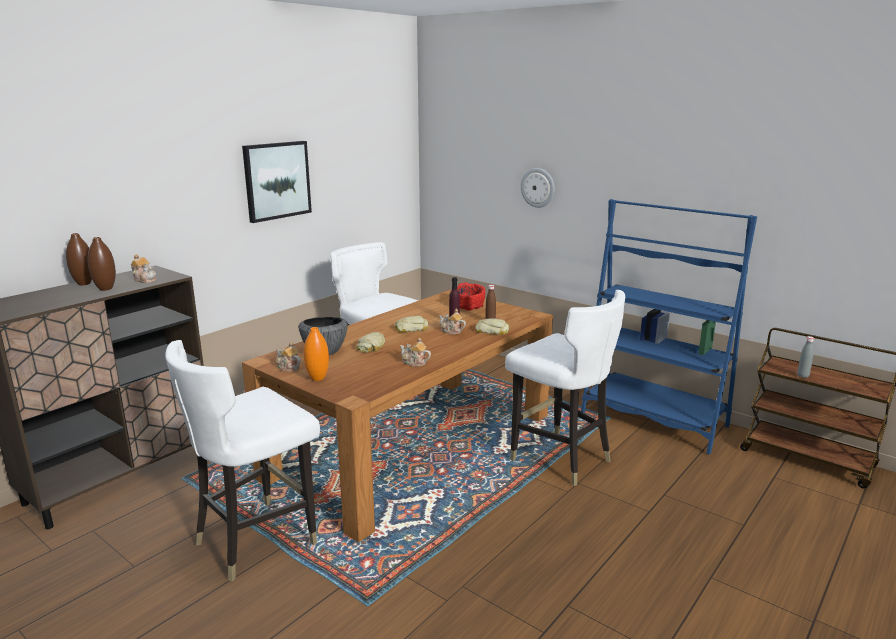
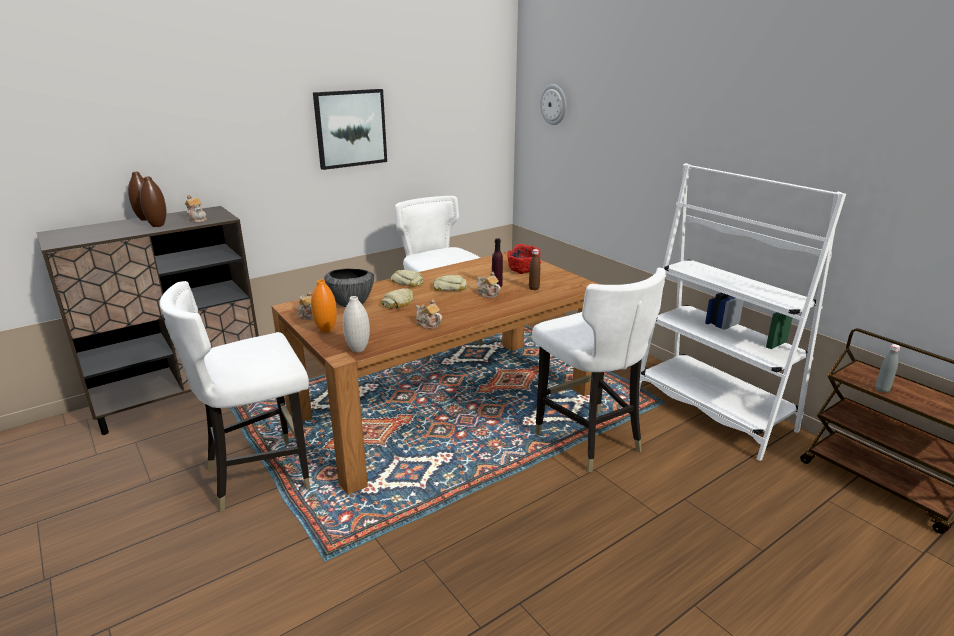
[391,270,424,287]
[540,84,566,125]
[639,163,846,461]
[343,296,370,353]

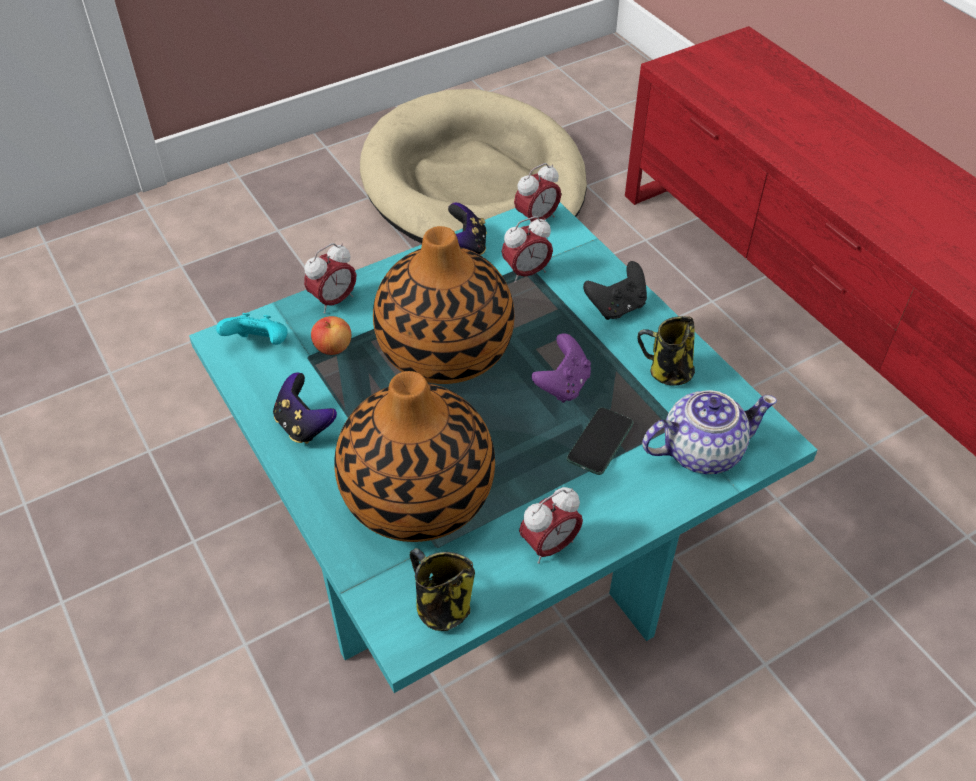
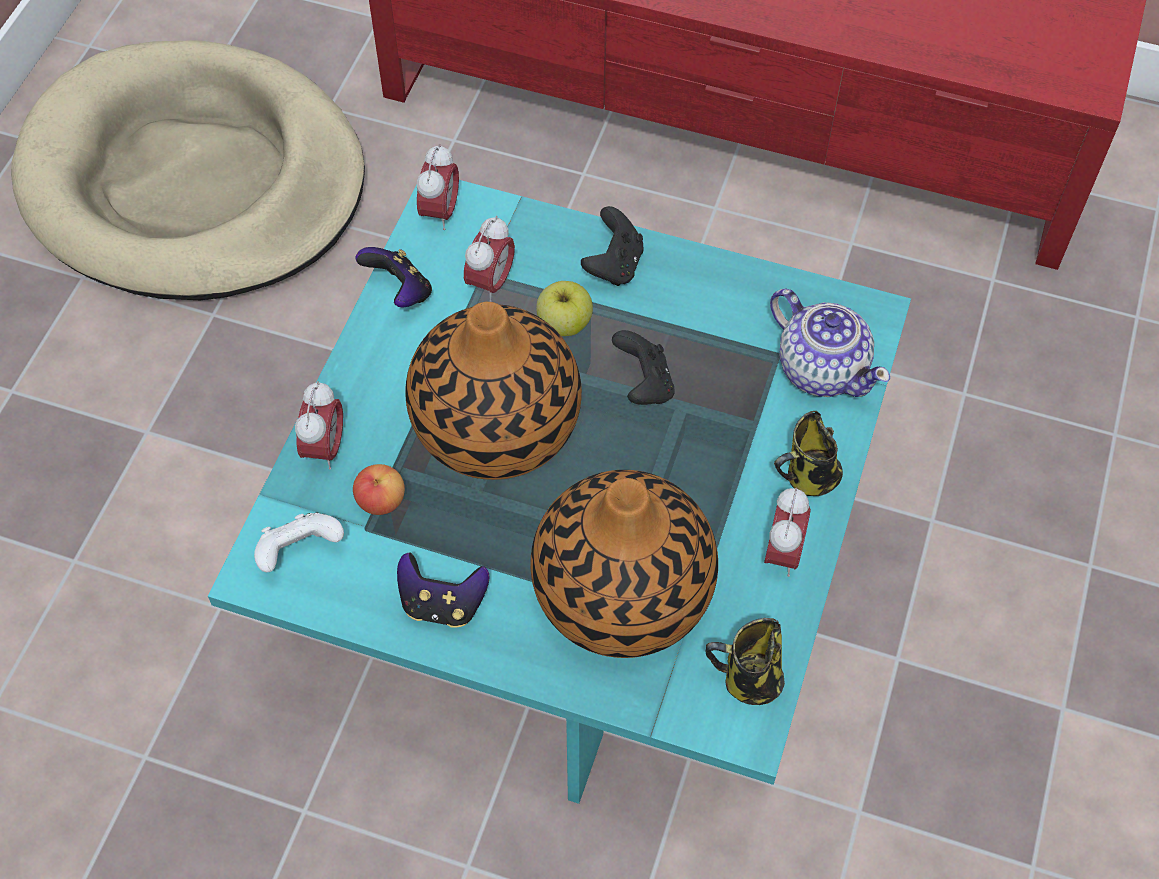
[254,513,344,572]
[612,330,675,405]
[567,407,633,475] (first image)
[774,411,843,496]
[770,289,890,397]
[536,281,593,336]

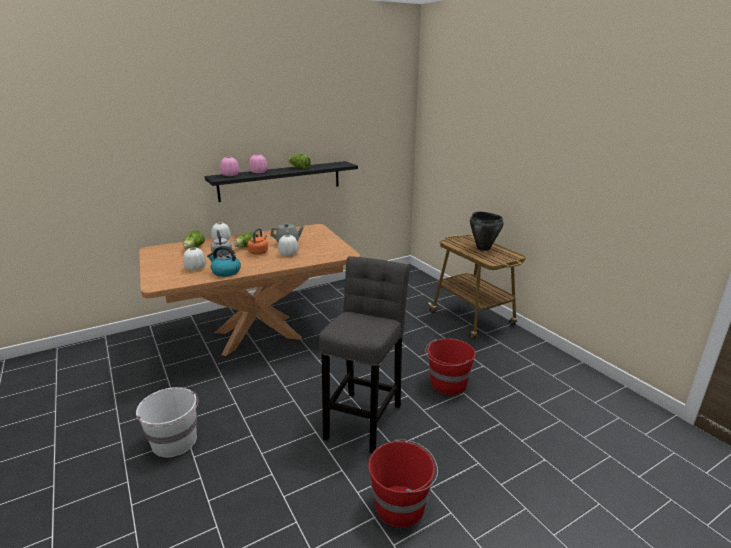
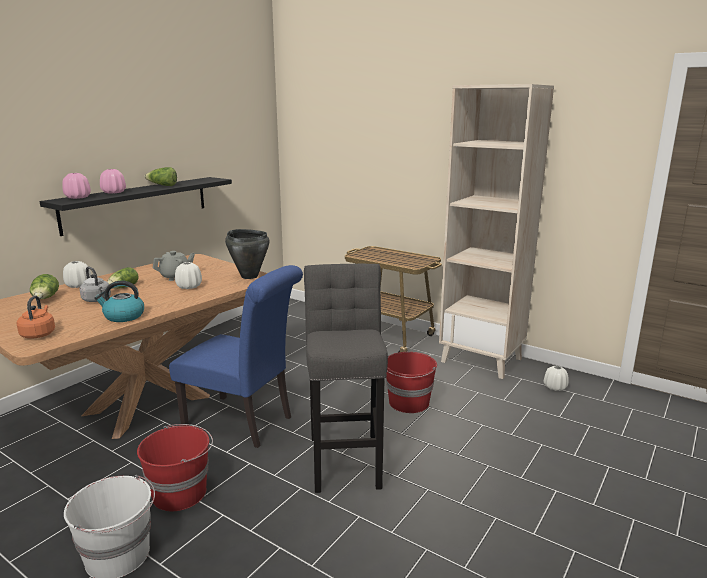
[544,366,569,391]
[16,296,55,339]
[137,424,213,511]
[225,229,270,279]
[169,265,303,448]
[439,84,554,379]

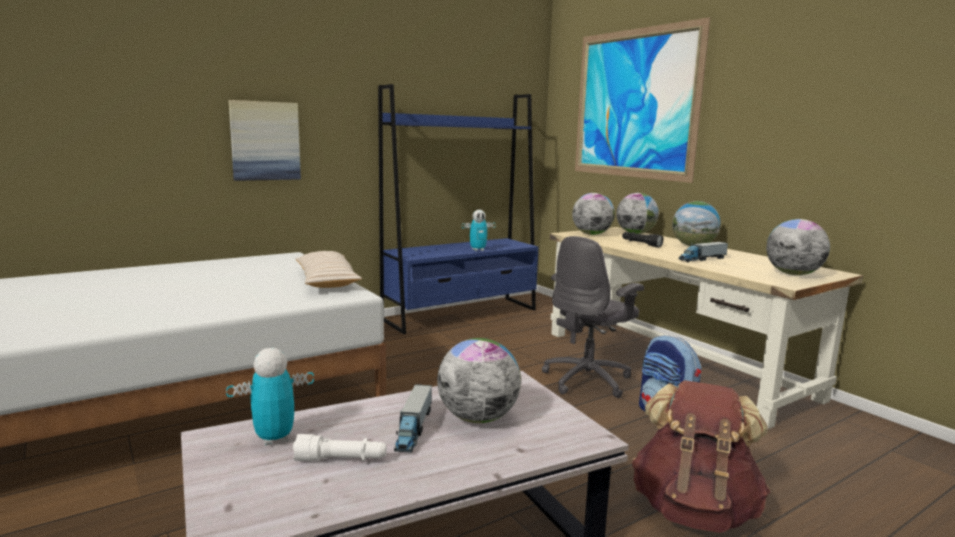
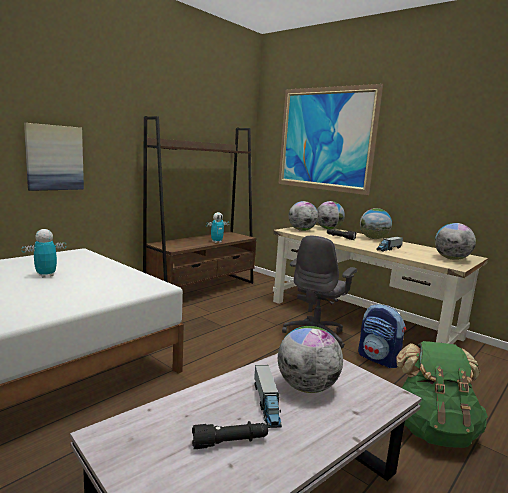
[22,229,66,278]
[192,421,268,449]
[296,251,362,288] (first image)
[143,116,256,287]
[396,341,488,448]

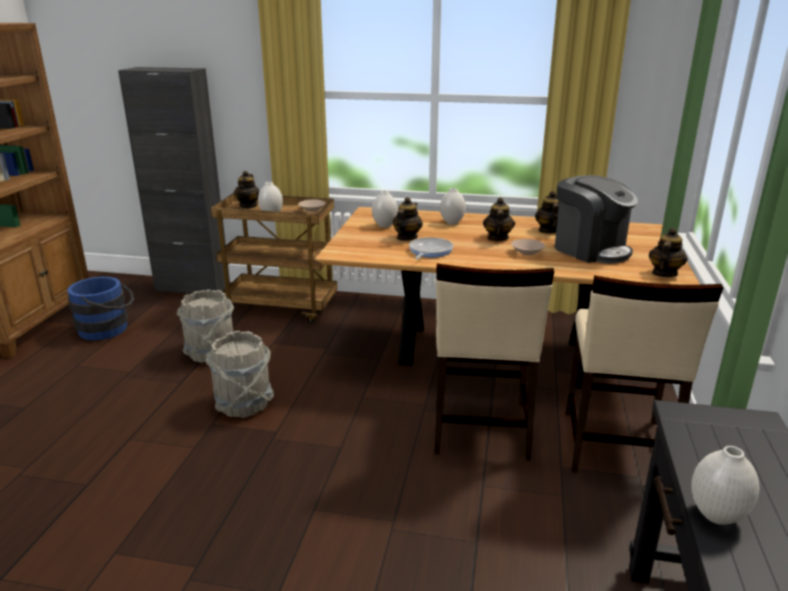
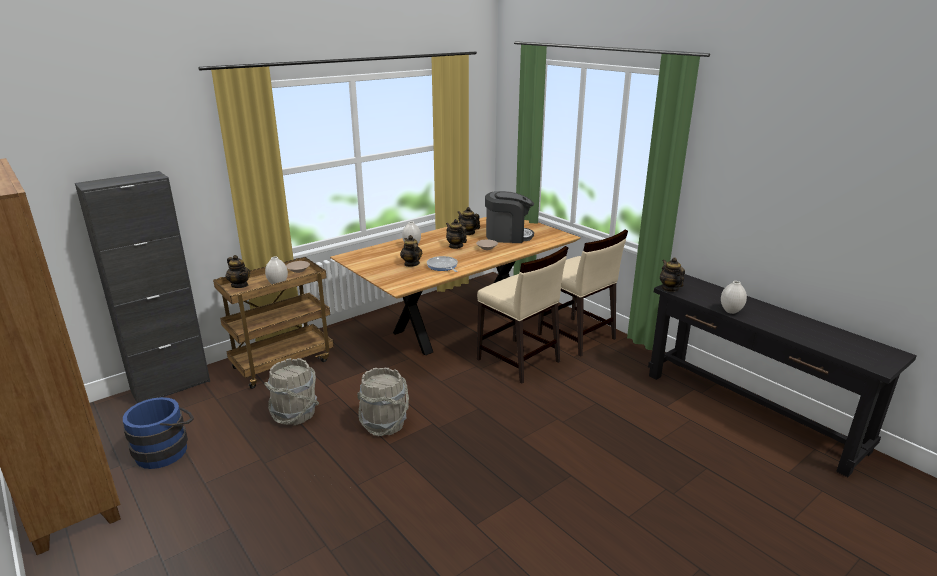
[372,190,398,228] (first image)
[660,257,685,292]

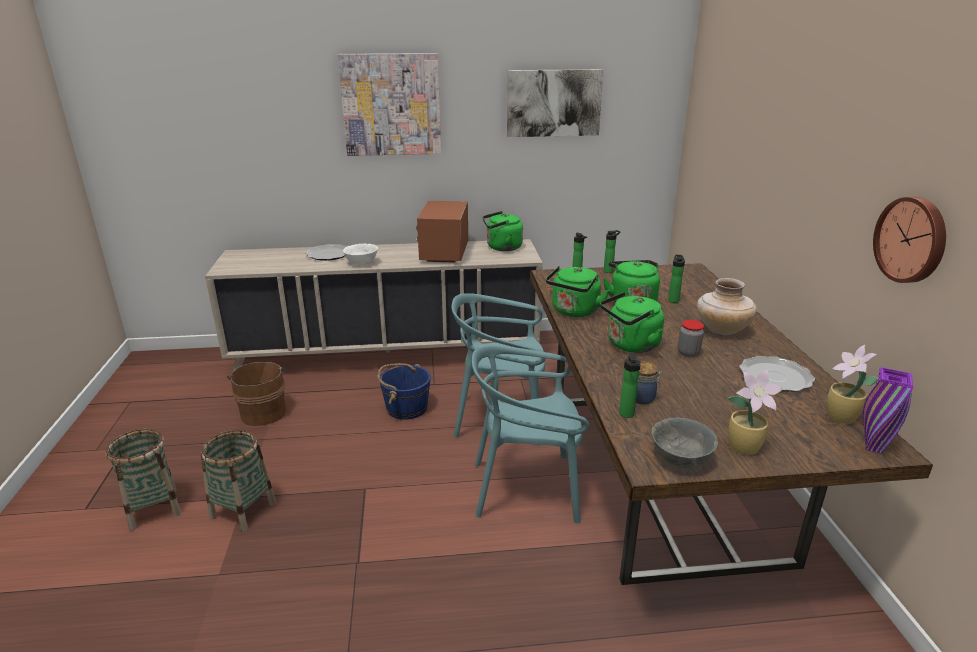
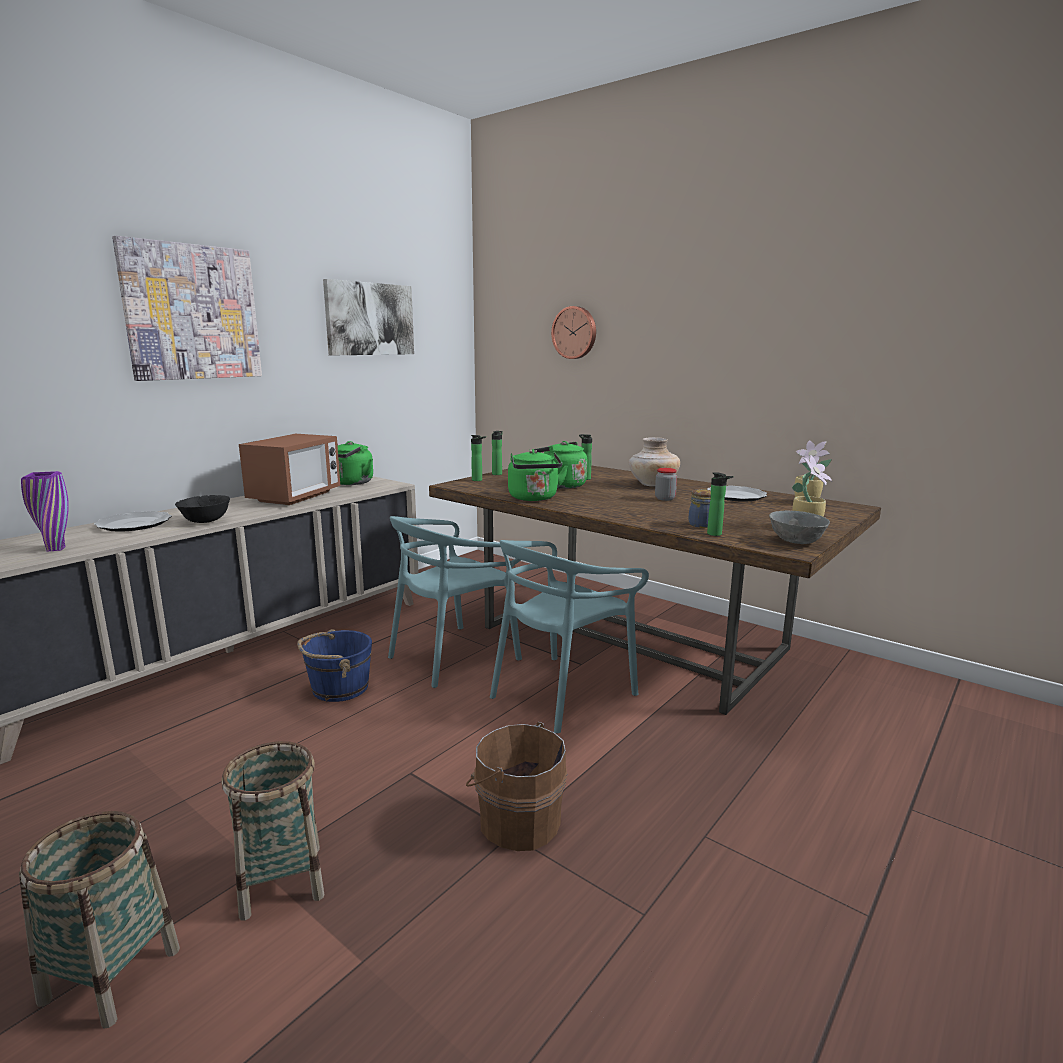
[466,722,567,851]
[175,495,230,523]
[239,434,340,505]
[600,292,664,353] (first image)
[21,471,69,552]
[551,306,596,359]

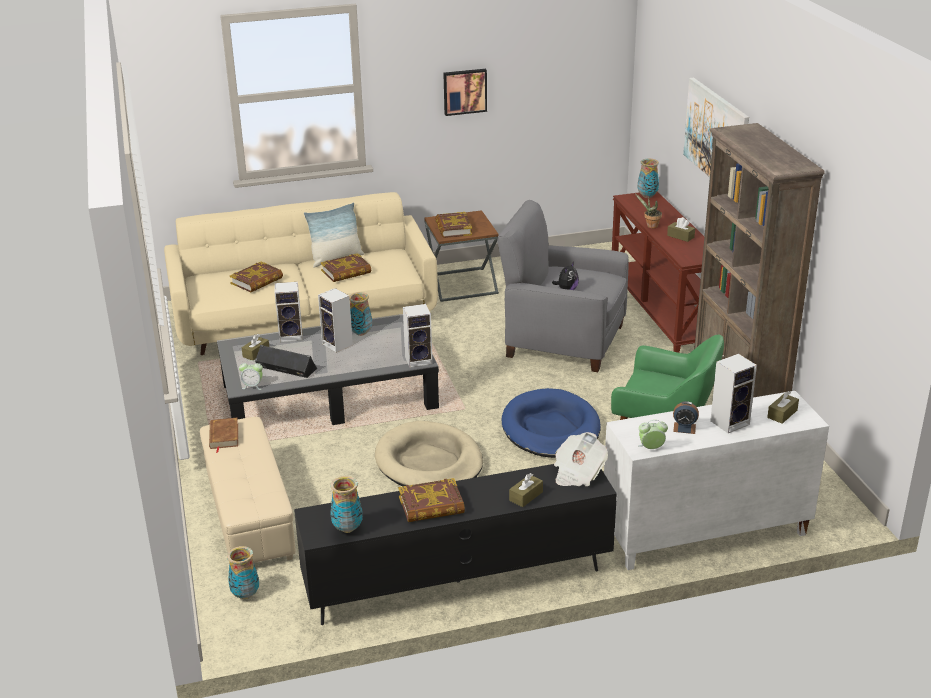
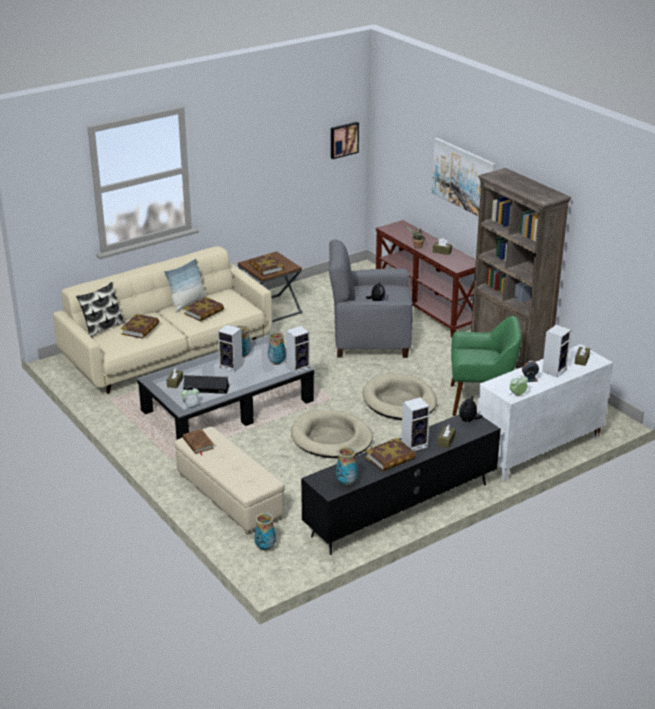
[401,397,430,451]
[331,122,359,159]
[363,373,437,420]
[459,397,483,422]
[268,332,286,365]
[76,282,125,337]

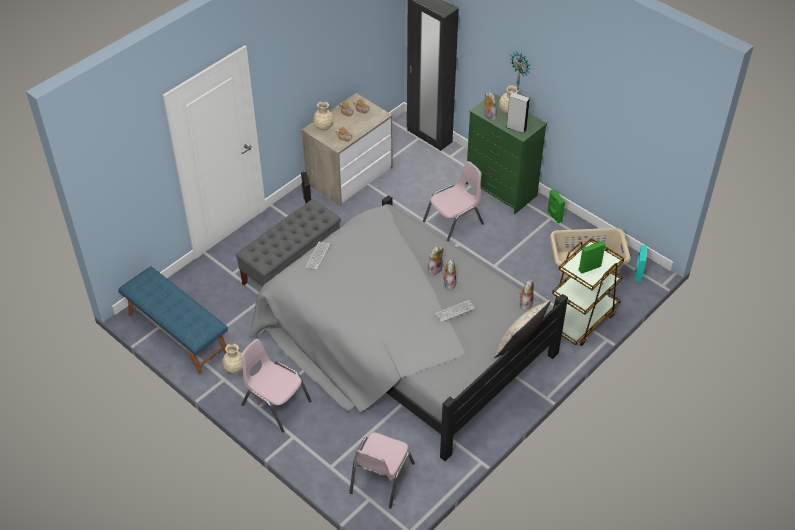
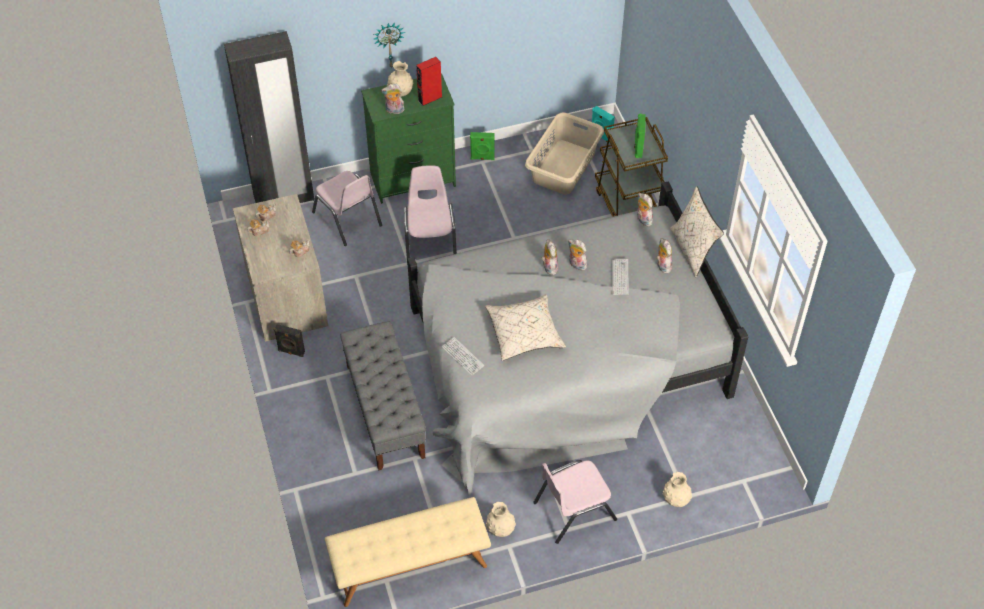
[325,497,491,607]
[663,472,692,507]
[312,171,382,246]
[416,57,442,106]
[485,294,566,361]
[656,238,672,273]

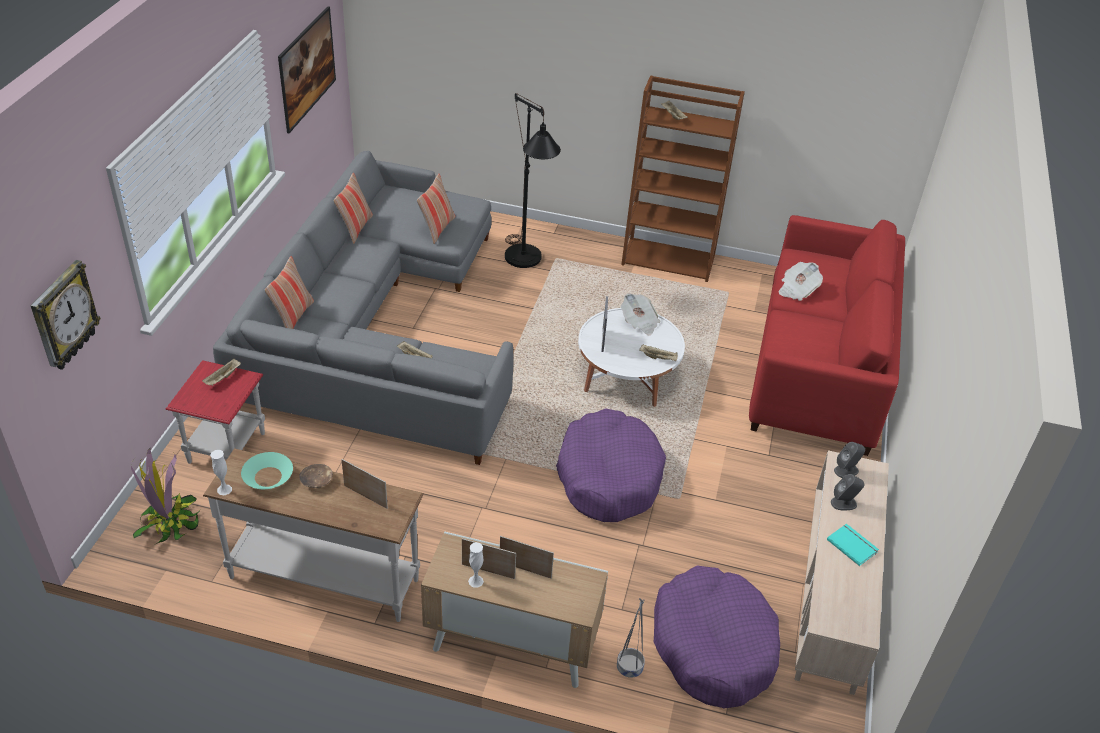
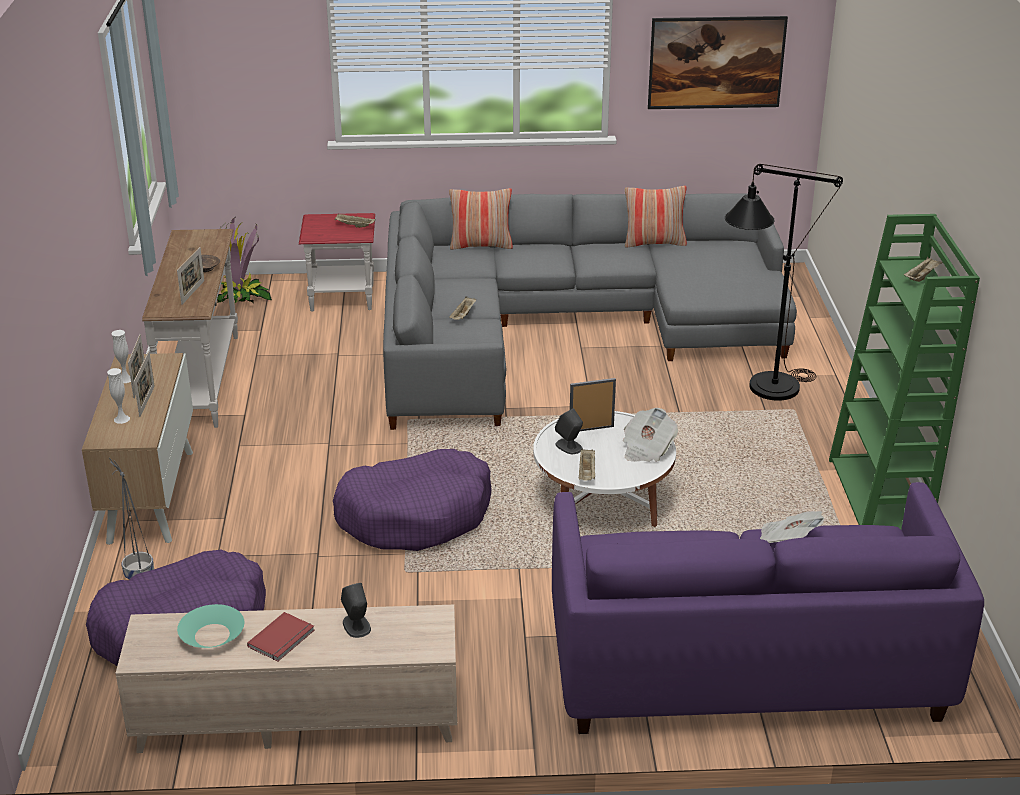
[30,260,101,370] (first image)
[107,368,130,424]
[177,604,244,648]
[417,174,455,244] (first image)
[829,214,980,529]
[552,482,984,734]
[247,612,314,662]
[555,408,583,454]

